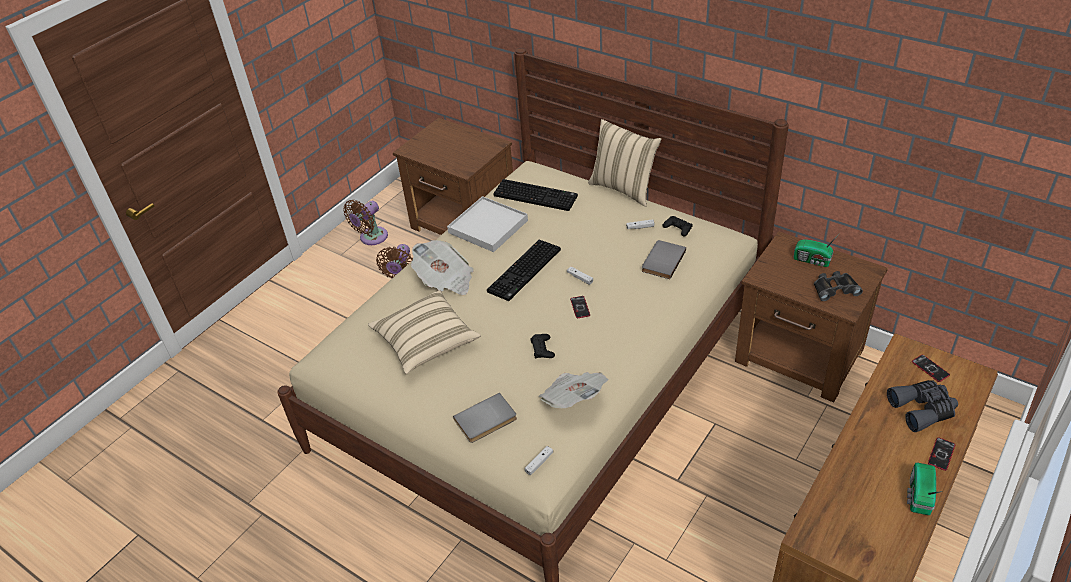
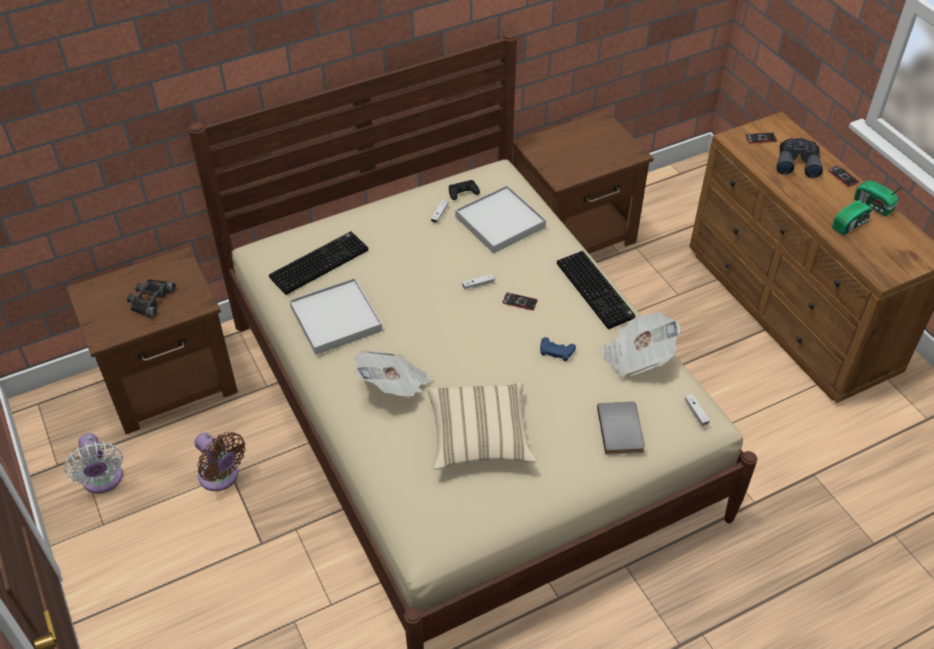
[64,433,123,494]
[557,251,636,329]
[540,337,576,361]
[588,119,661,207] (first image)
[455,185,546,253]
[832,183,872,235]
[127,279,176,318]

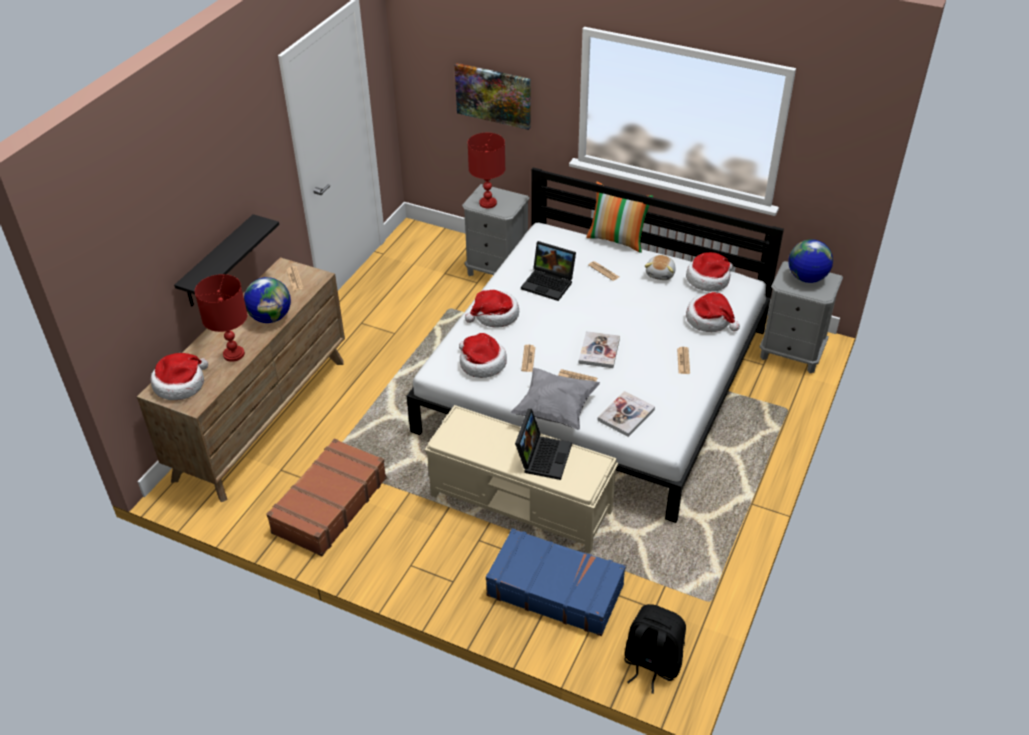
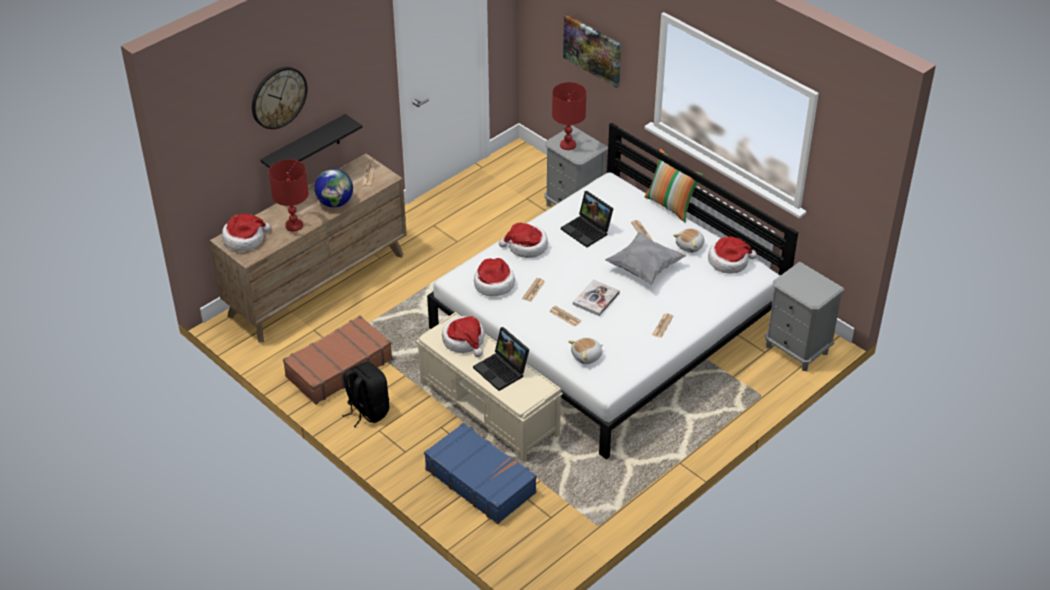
[605,232,686,285]
[473,327,530,391]
[568,338,603,364]
[342,362,389,427]
[442,316,484,357]
[788,239,833,283] (first image)
[252,67,307,129]

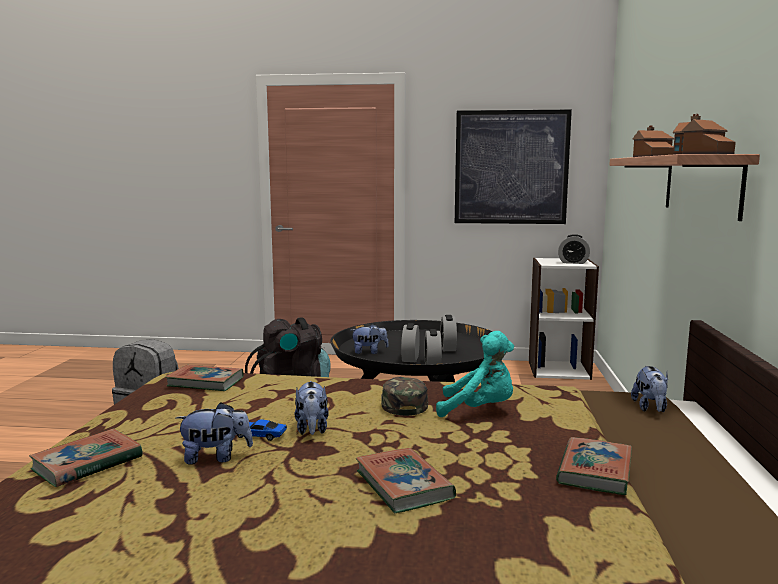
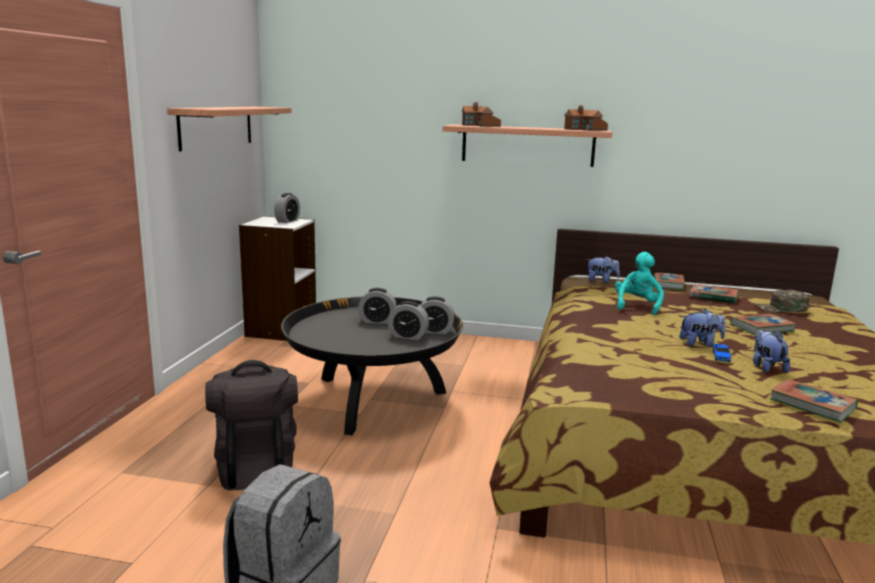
[653,272,685,290]
[352,324,389,354] (first image)
[755,290,809,312]
[167,107,291,151]

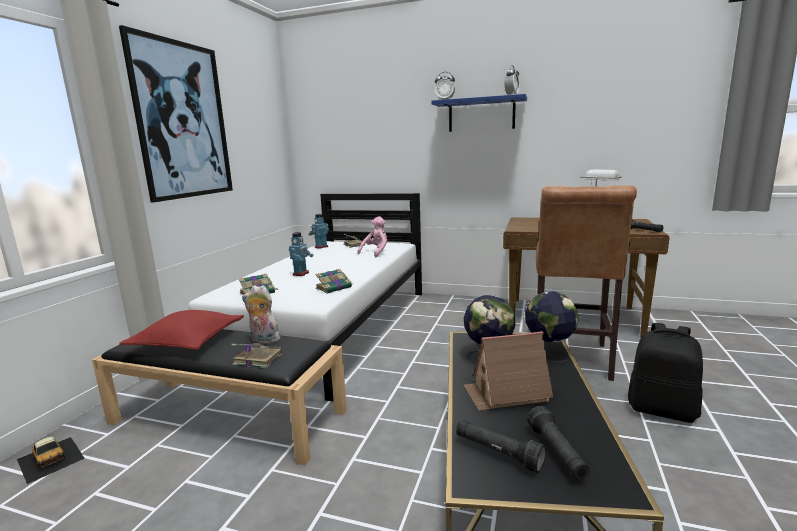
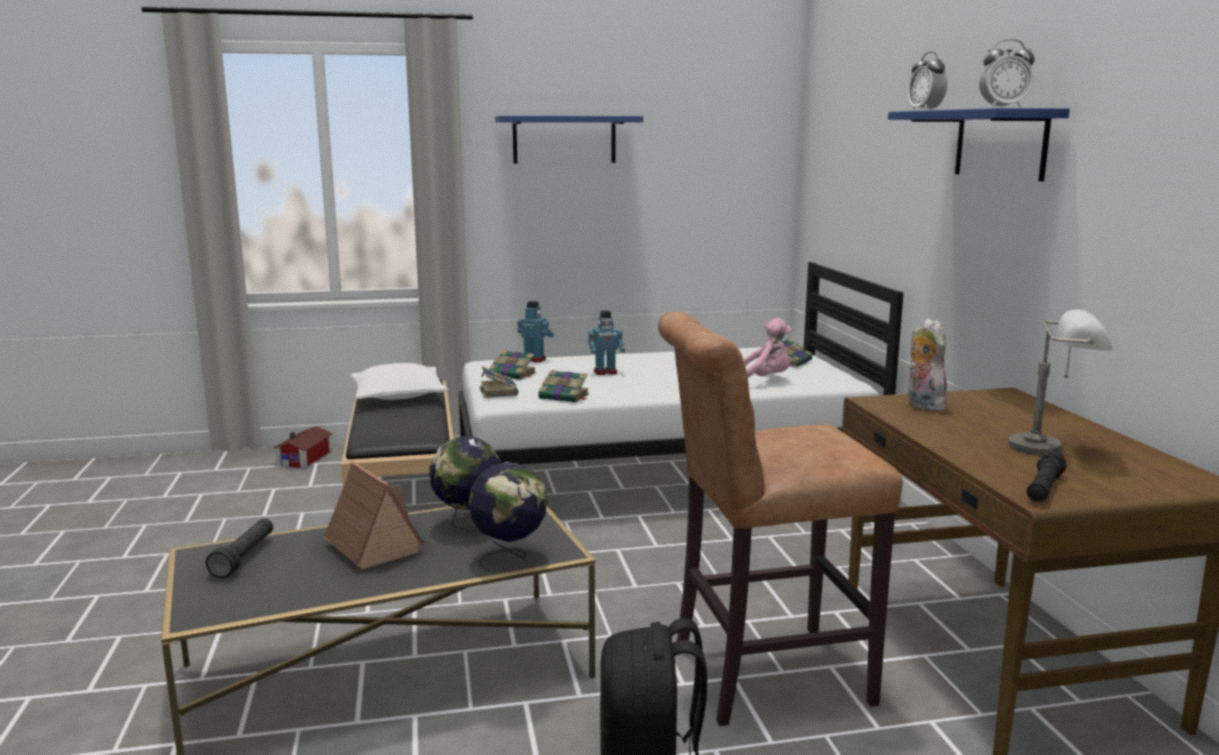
[272,426,333,468]
[495,116,643,164]
[351,363,448,400]
[479,366,518,398]
[908,318,950,411]
[517,301,554,362]
[527,406,590,480] (first image)

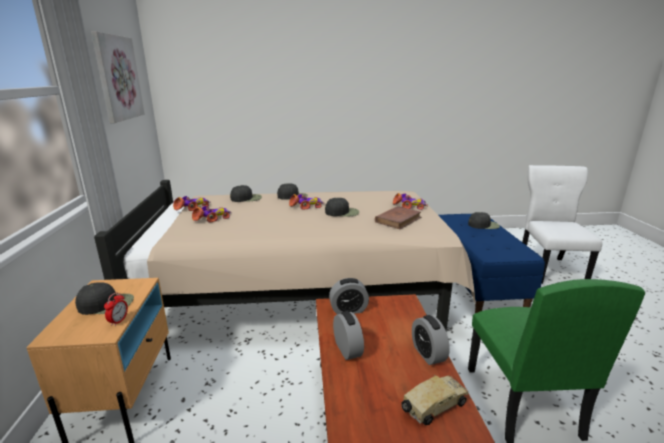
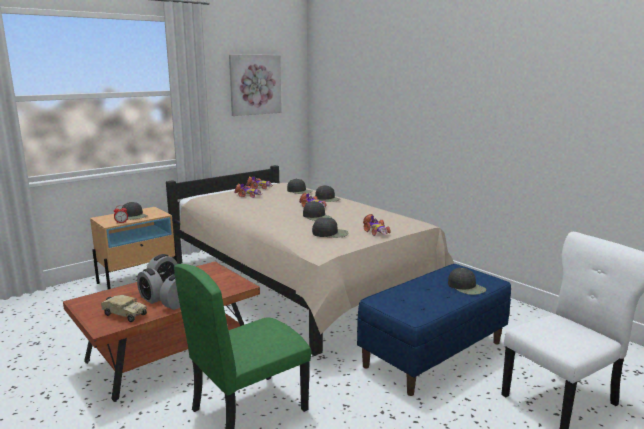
[137,268,163,304]
[312,218,348,238]

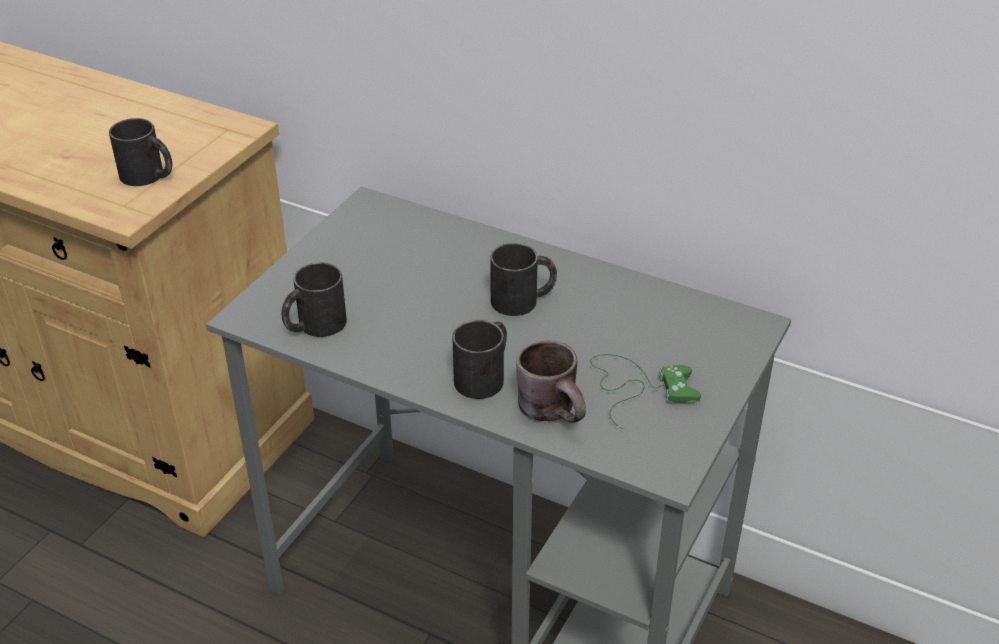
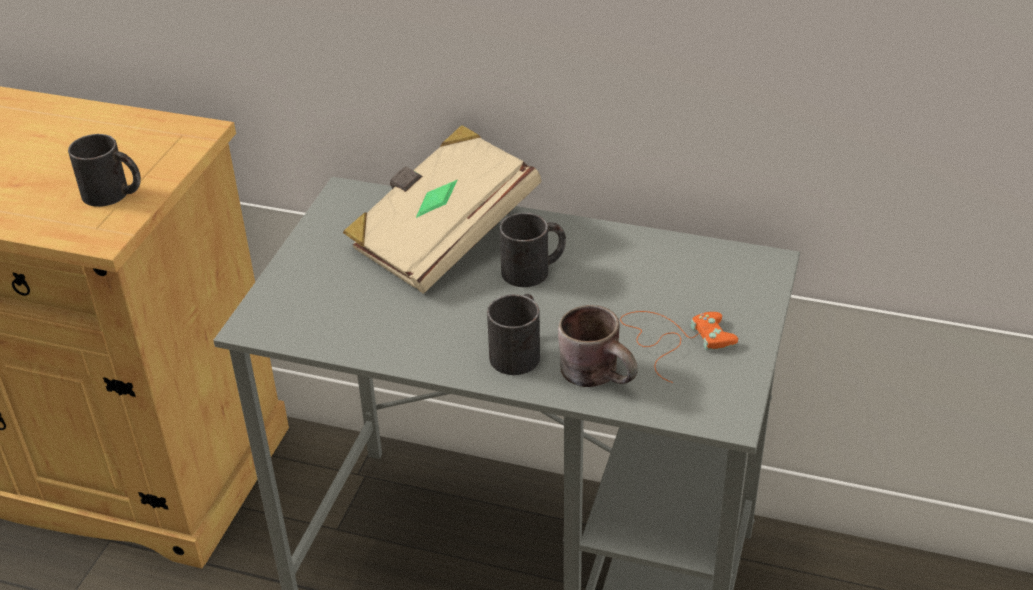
[281,262,347,337] (first image)
[620,311,738,383]
[343,125,542,294]

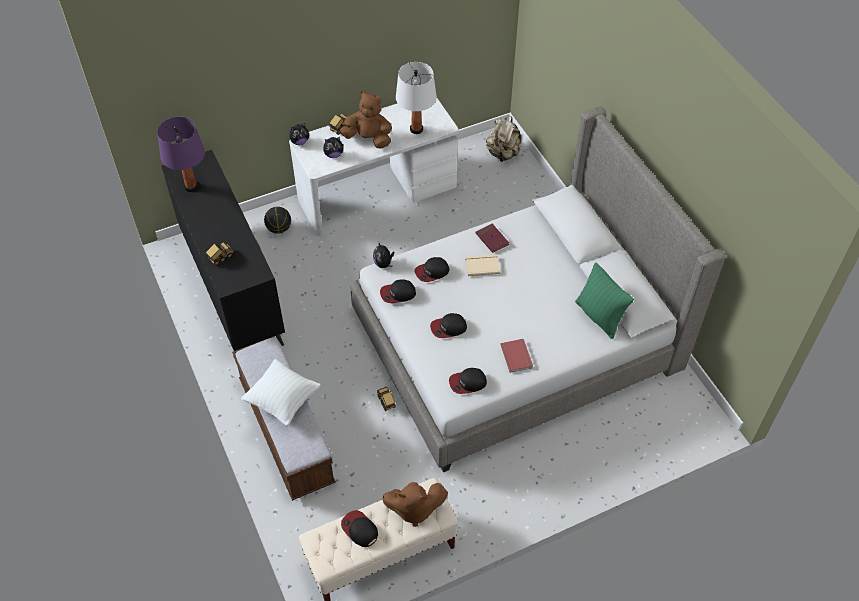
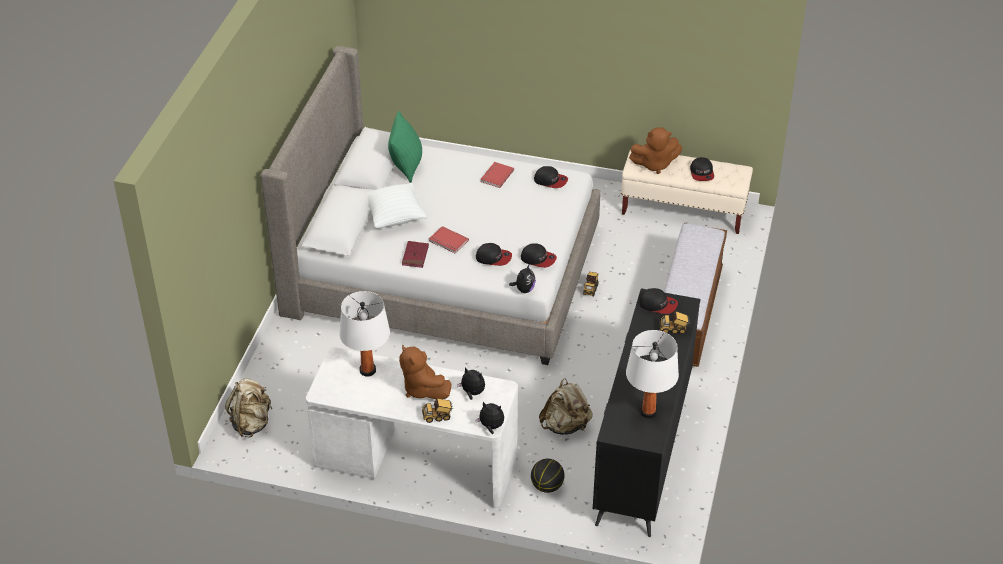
[626,330,679,418]
[367,183,427,228]
[629,127,682,174]
[639,288,678,314]
[429,226,469,254]
[539,378,593,435]

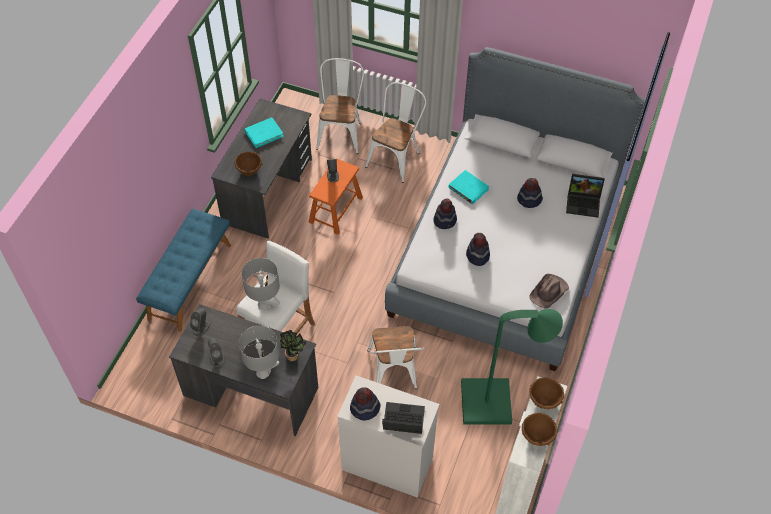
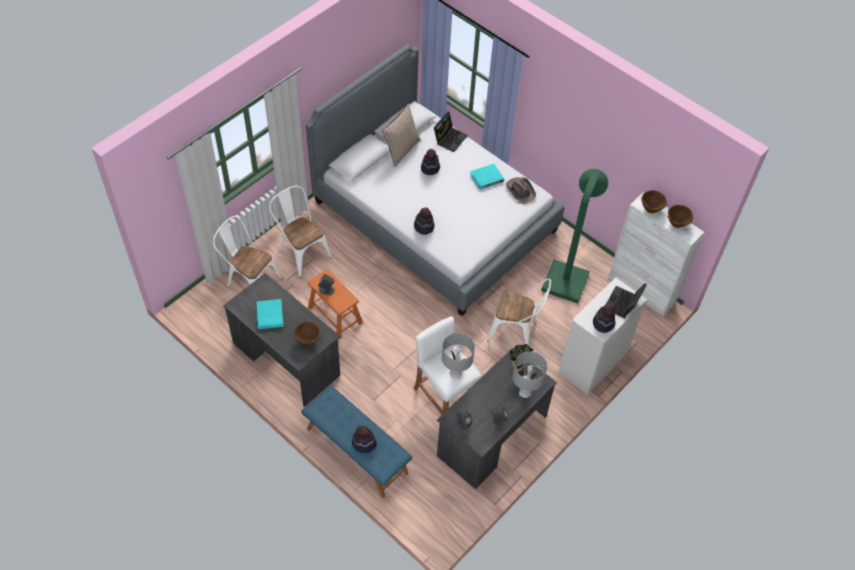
[470,164,504,189]
[352,426,377,453]
[382,103,421,167]

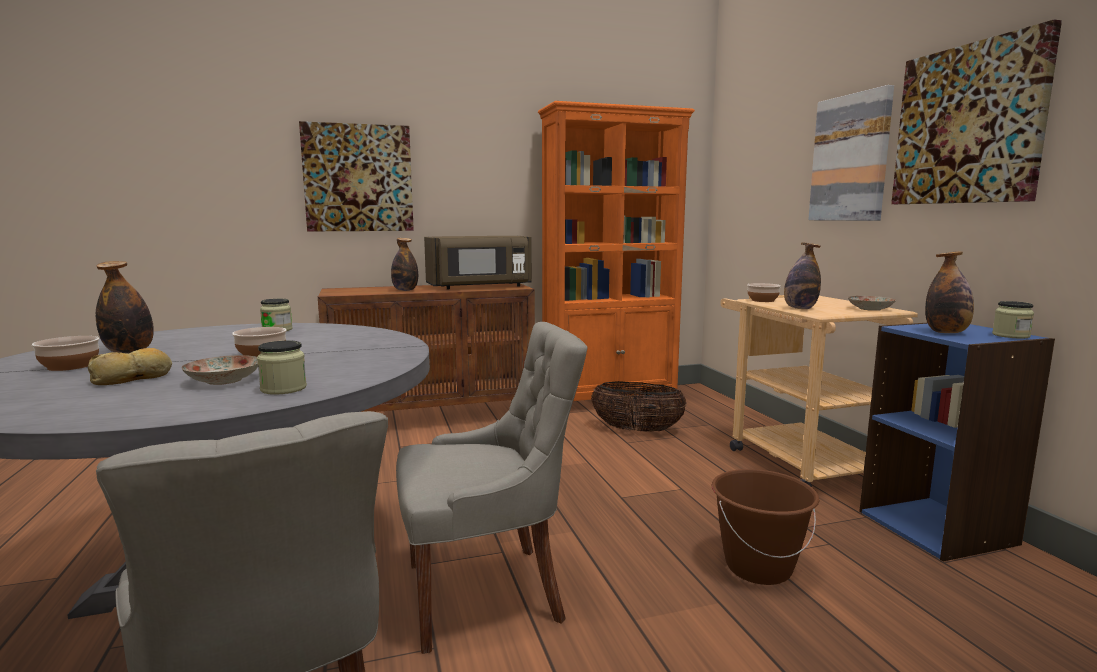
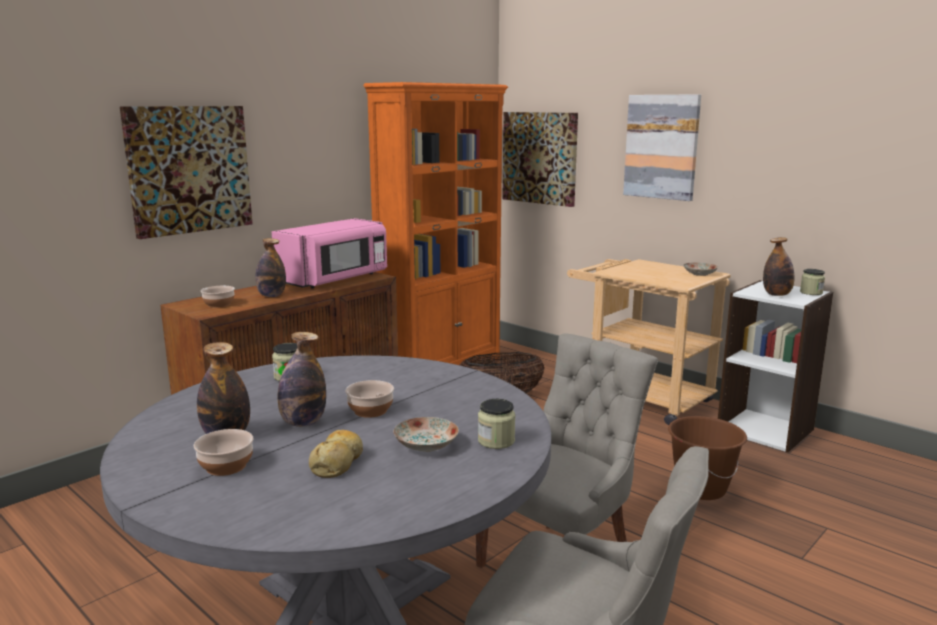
[272,218,387,288]
[201,286,235,308]
[277,332,326,427]
[718,280,833,453]
[503,112,578,207]

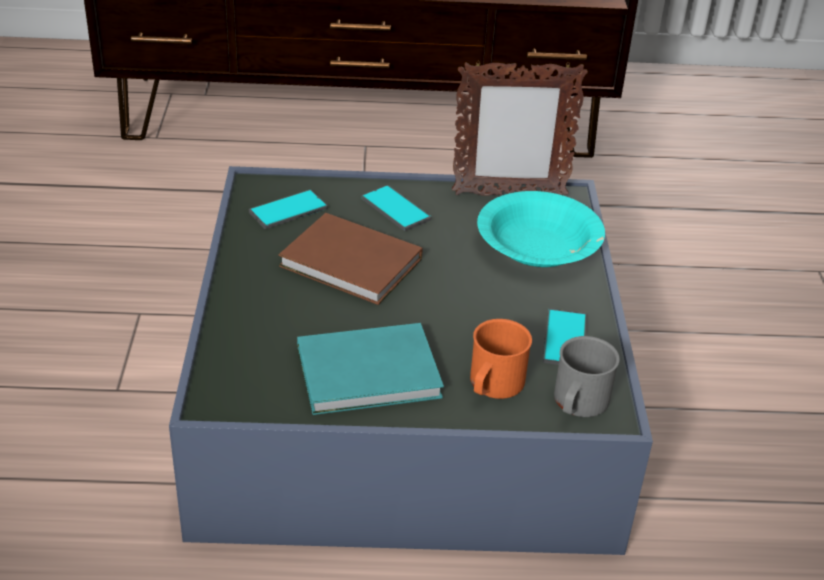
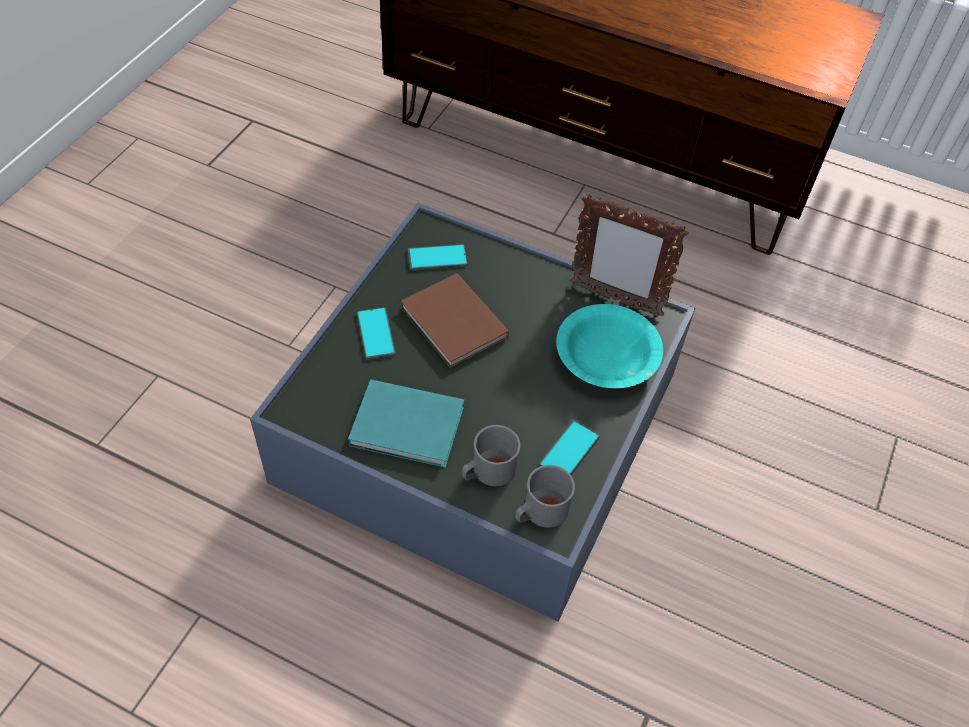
[357,307,396,360]
[462,425,520,486]

